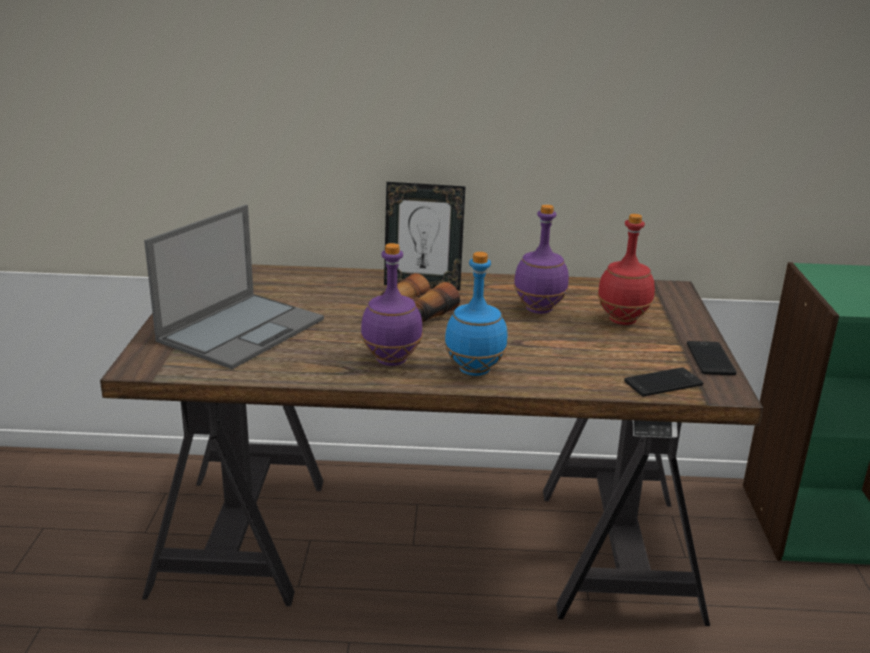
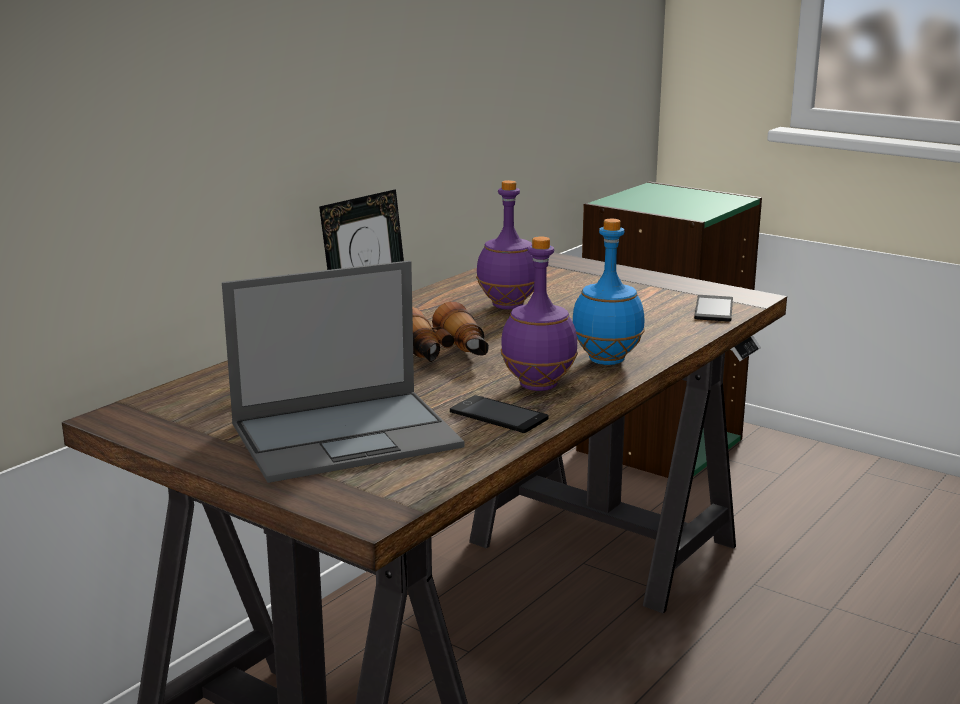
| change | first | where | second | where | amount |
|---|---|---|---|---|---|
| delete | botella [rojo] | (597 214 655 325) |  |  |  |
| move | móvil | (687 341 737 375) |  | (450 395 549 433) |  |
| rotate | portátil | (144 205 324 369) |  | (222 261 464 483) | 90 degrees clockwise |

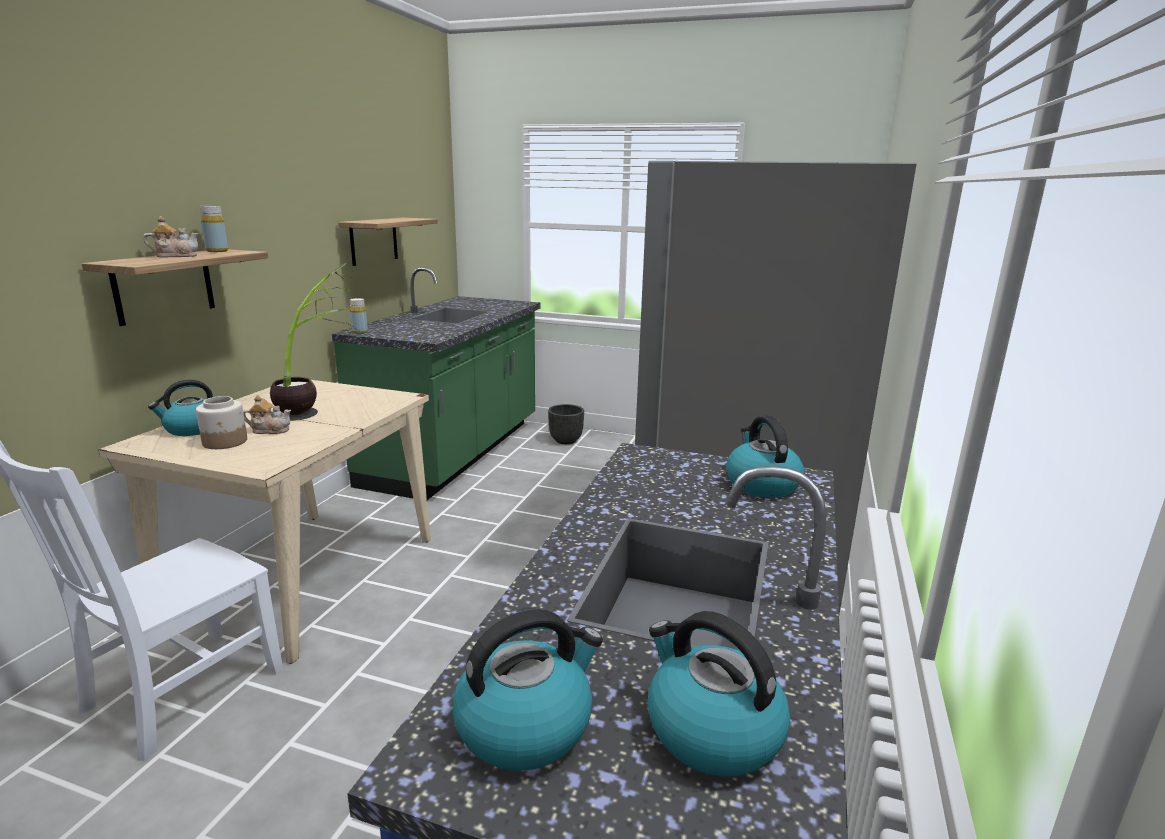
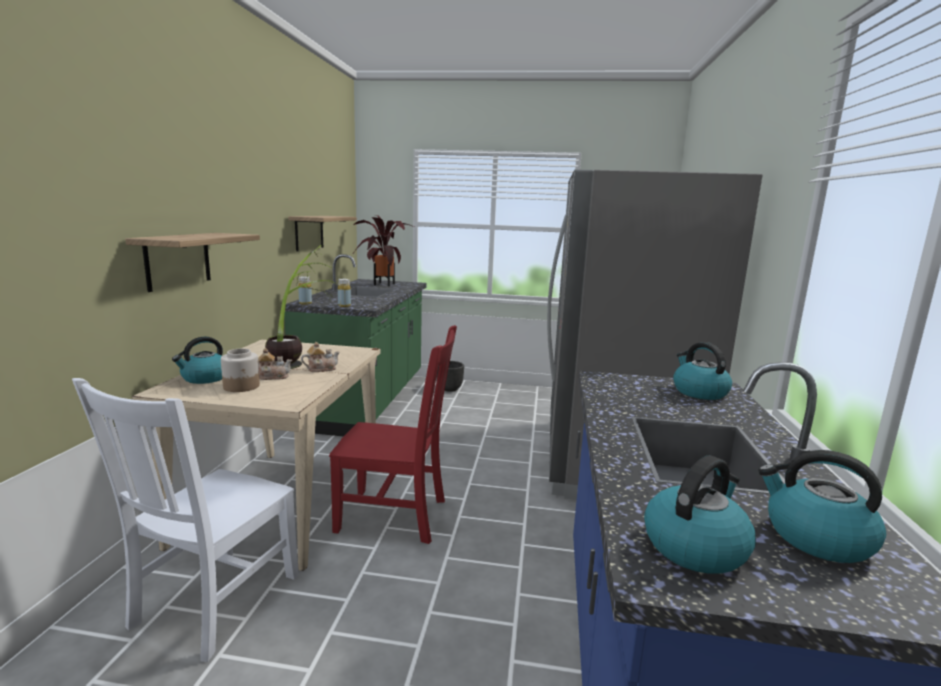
| change | first | where | second | where | amount |
|---|---|---|---|---|---|
| insert |  |  | silla [rojo] | (329 325 457 544) |  |
| insert |  |  | planta en maceta | (354 215 414 286) |  |
| move | tetera | (143 216 199 257) |  | (301 342 340 372) |  |
| move | botella [amarillo] | (200 206 228 252) |  | (338 279 351 307) |  |

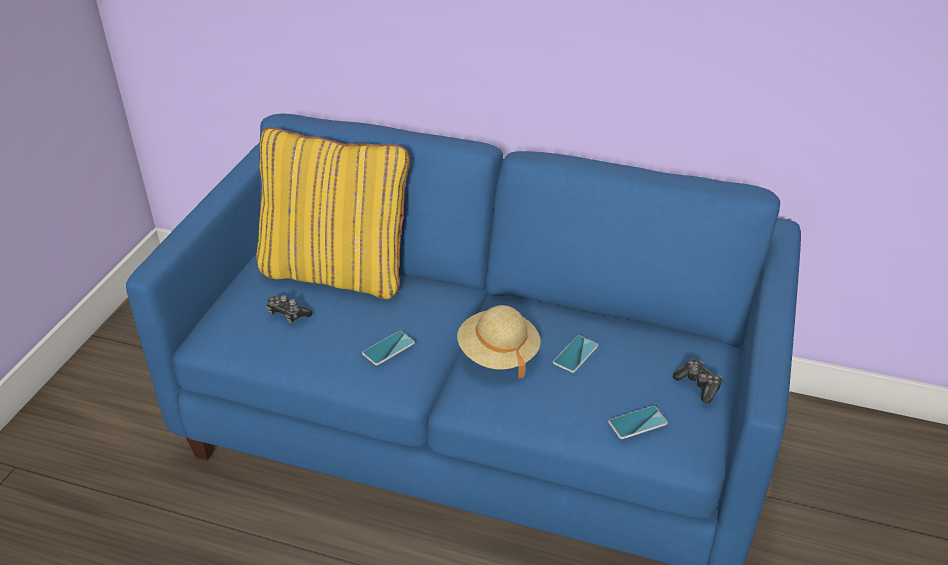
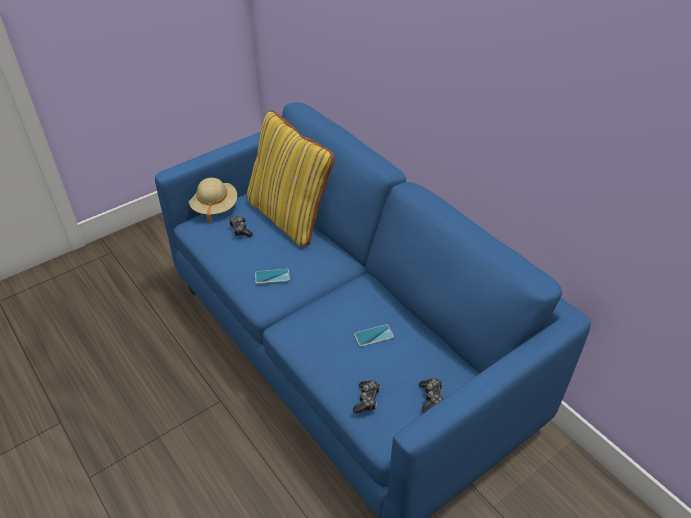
| change | first | where | second | where | amount |
|---|---|---|---|---|---|
| move | sombrero [beis] | (457 305 541 378) |  | (189 178 237 223) |  |
| replace | móvil | (608 406 668 439) | mando de consola | (353 380 381 413) |  |

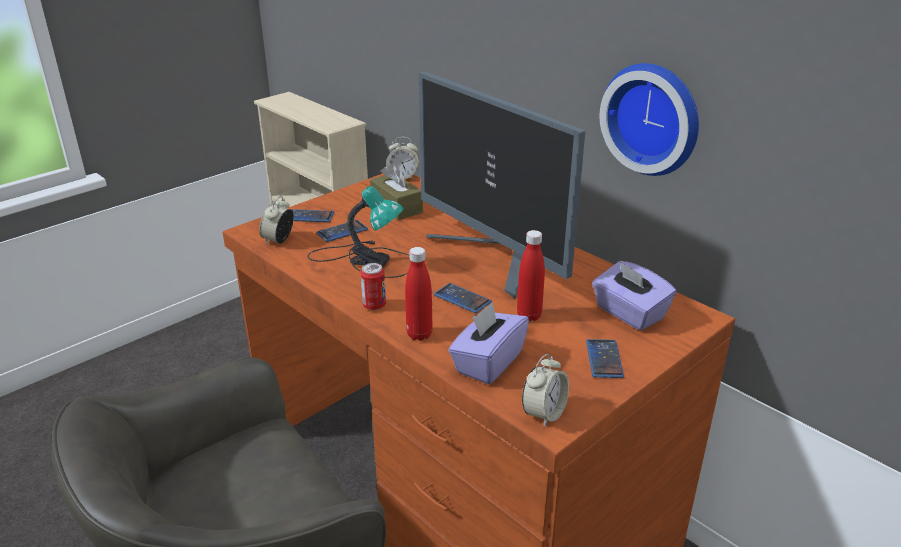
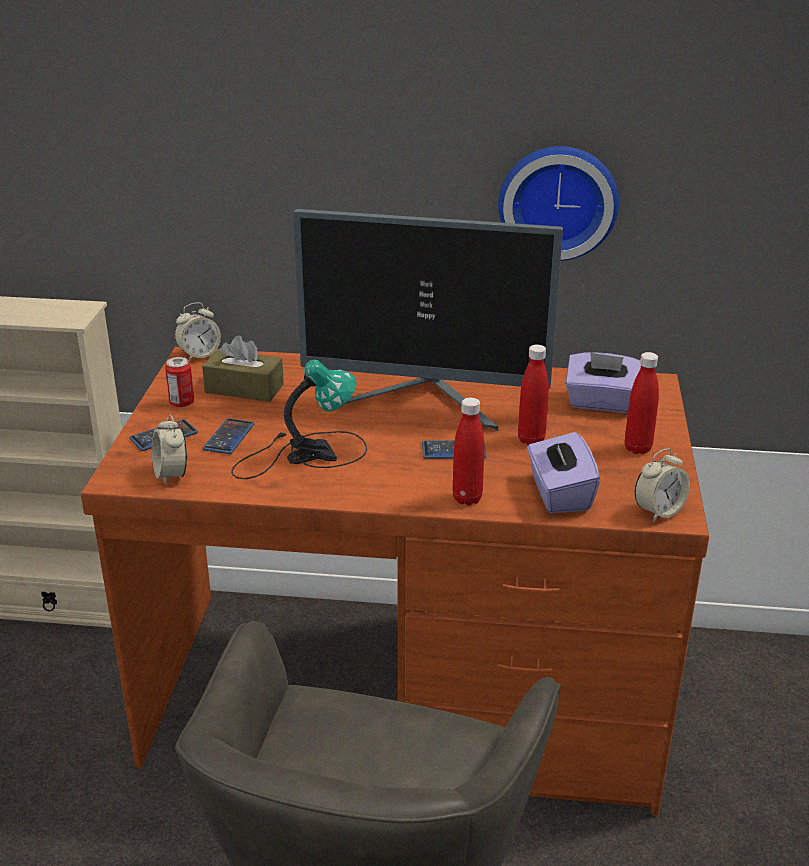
| change | first | where | second | where | amount |
|---|---|---|---|---|---|
| move | lata | (360 263 386 310) |  | (165 357 194 408) |  |
| replace | móvil | (586 339 624 378) | botella [rojo] | (625 352 659 454) |  |
| rotate | despertador | (522 354 569 427) |  | (634 448 690 522) | 60 degrees clockwise |

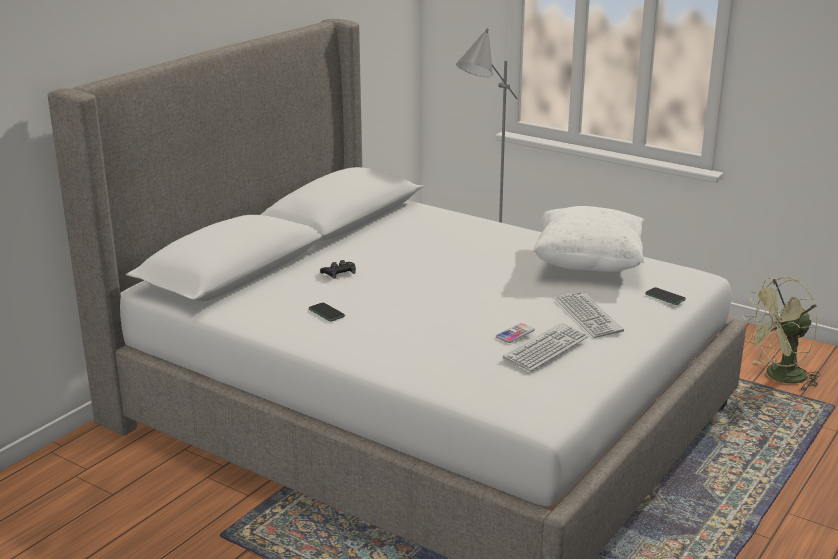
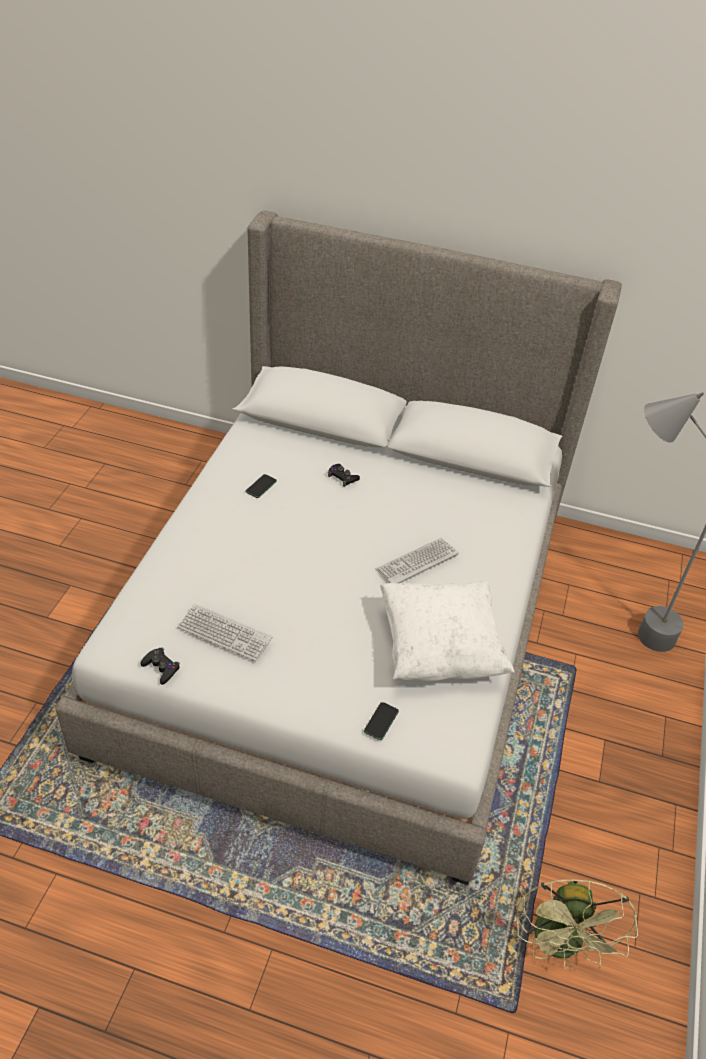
| change | first | where | second | where | amount |
|---|---|---|---|---|---|
| delete | móvil | (496 323 535 343) |  |  |  |
| insert |  |  | mando de consola [negro] | (141 648 180 685) |  |
| move | teclado | (555 291 624 338) |  | (376 538 459 583) |  |
| rotate | ventilador [verde] | (743 277 820 390) |  | (516 879 638 969) | 135 degrees counterclockwise |

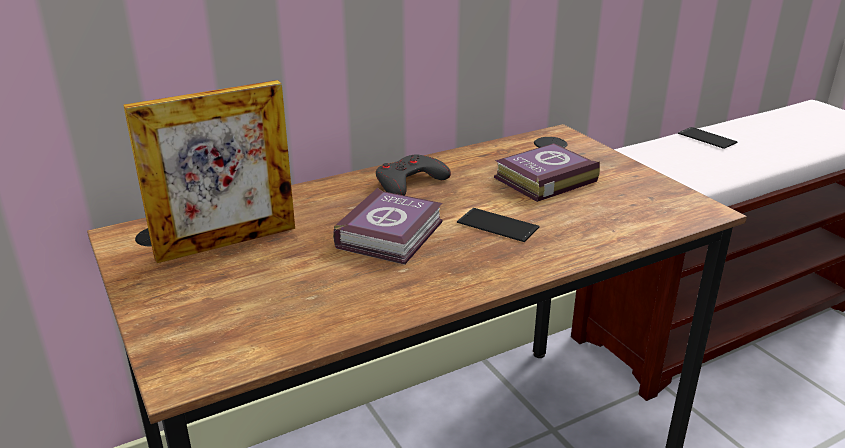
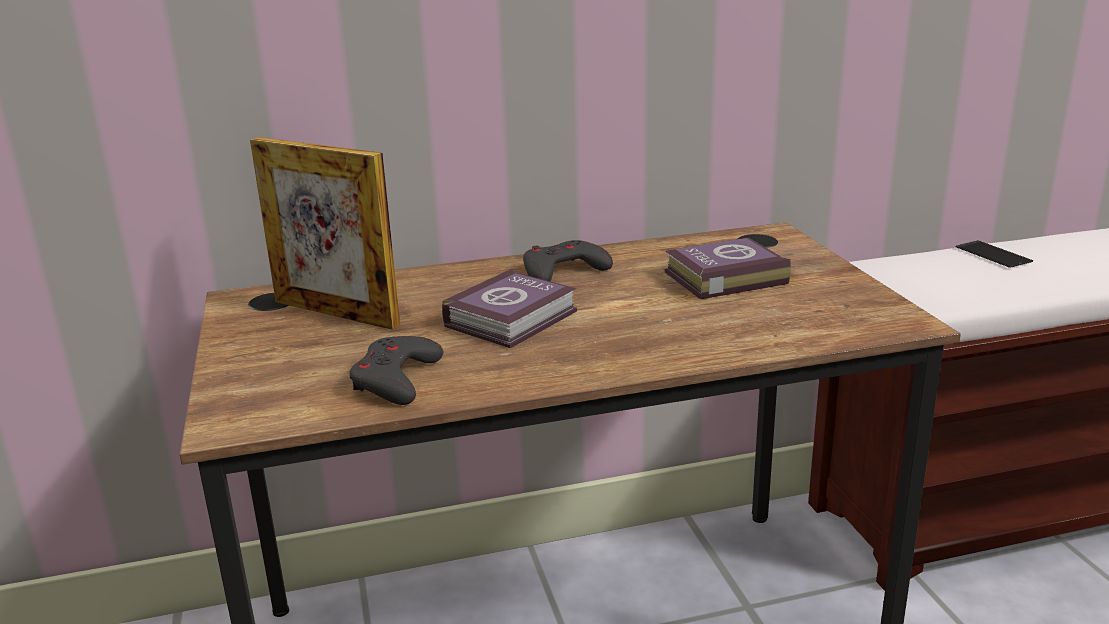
| change | first | where | second | where | amount |
|---|---|---|---|---|---|
| delete | móvil | (457 208 540 242) |  |  |  |
| insert |  |  | mando de consola [gris] | (349 336 443 405) |  |
| rotate | portarretratos | (123 80 295 263) |  | (250 137 400 330) | 45 degrees clockwise |

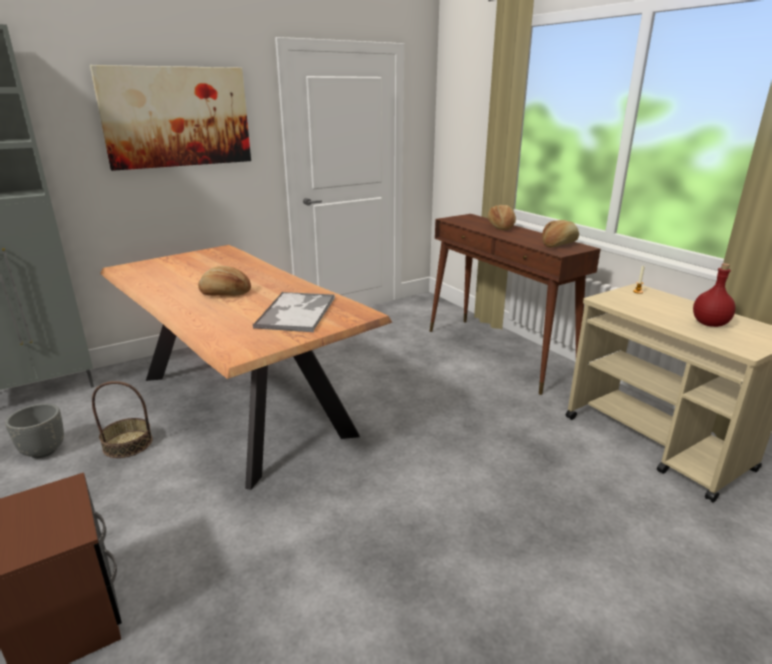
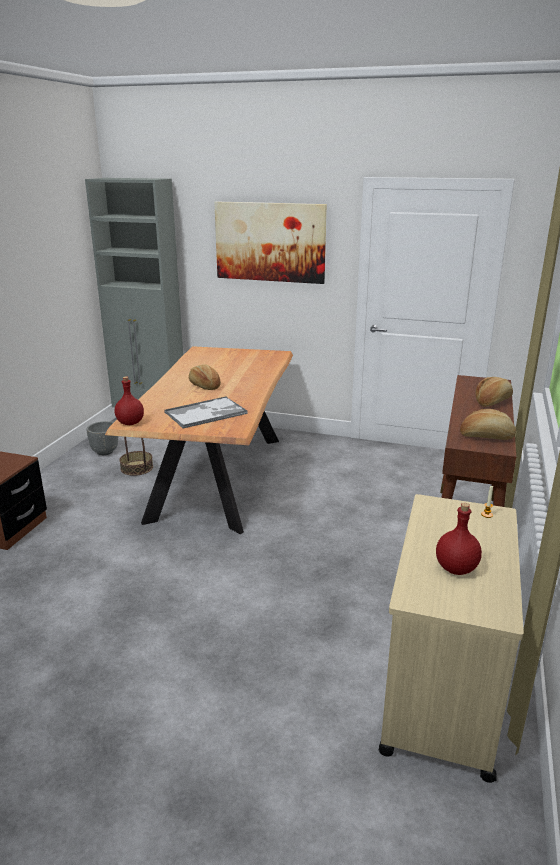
| change | first | where | second | where | amount |
|---|---|---|---|---|---|
| insert |  |  | botella [rojo] | (115 377 144 425) |  |

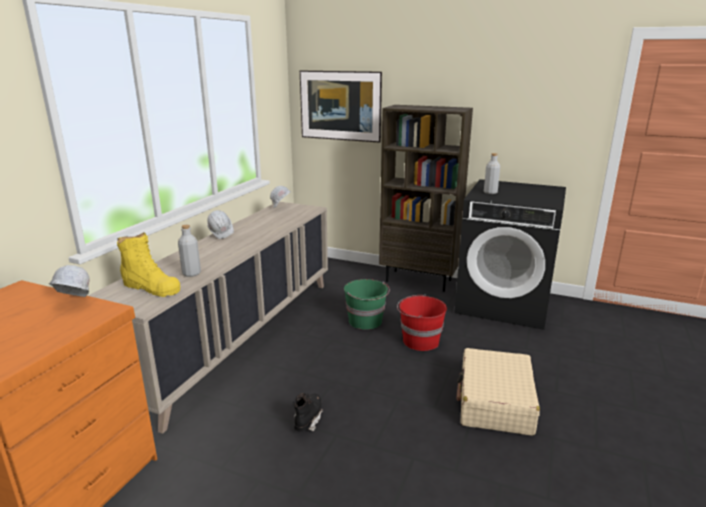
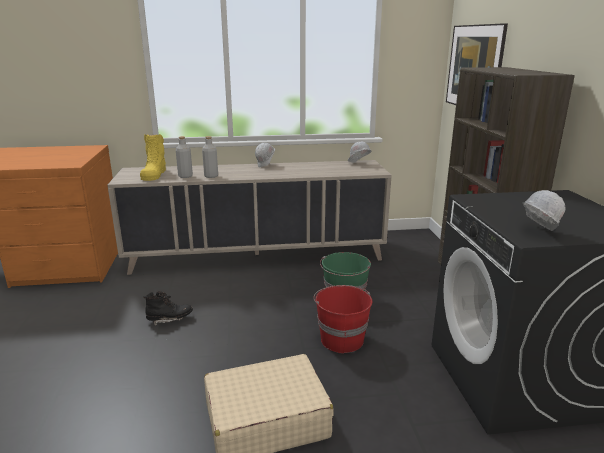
| change | first | where | second | where | amount |
|---|---|---|---|---|---|
| move | casco [blanco] | (49 265 90 297) |  | (523 190 565 231) |  |
| move | botella [gris] | (484 153 500 194) |  | (202 136 218 178) |  |

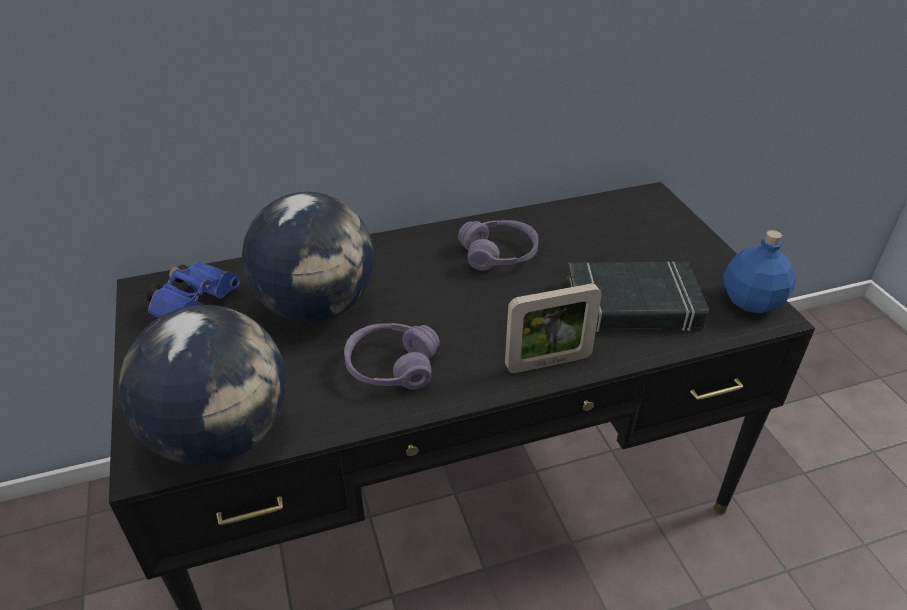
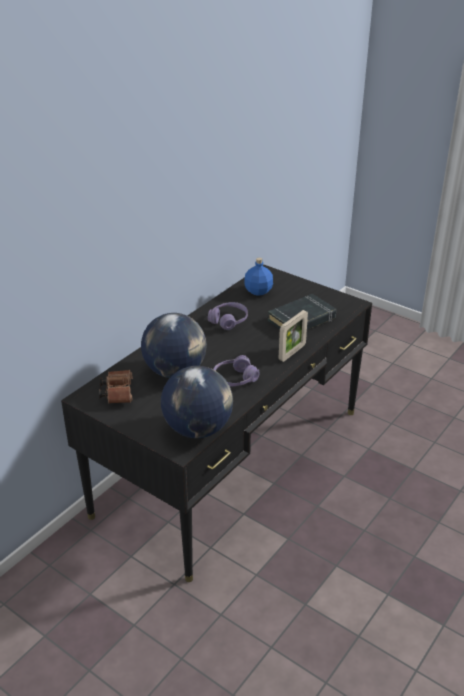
| change | first | where | second | where | amount |
|---|---|---|---|---|---|
| move | botella [azul] | (723 230 797 313) |  | (244 258 273 296) |  |
| recolor | prismáticos [azul] | (146 261 240 318) | prismáticos [marrón] | (99 370 133 403) |  |

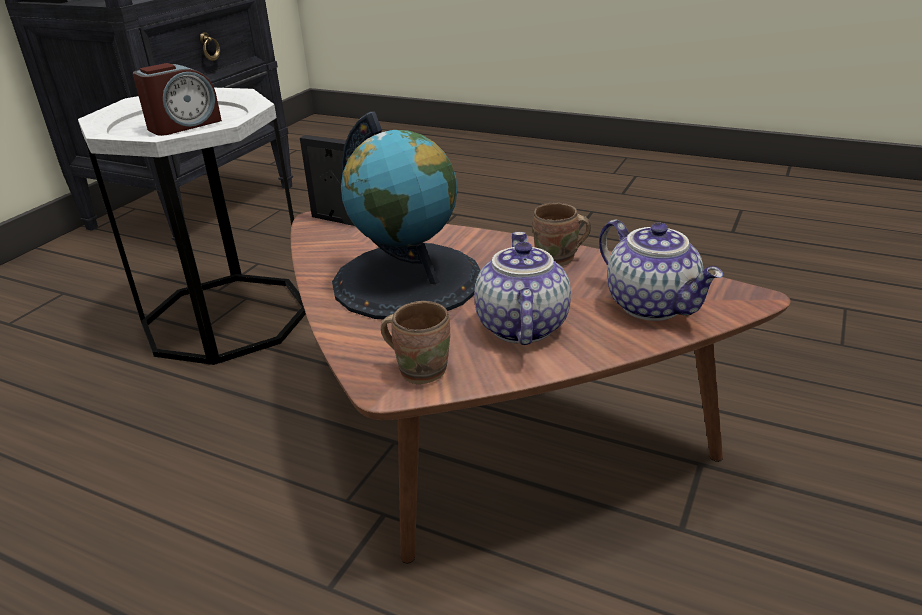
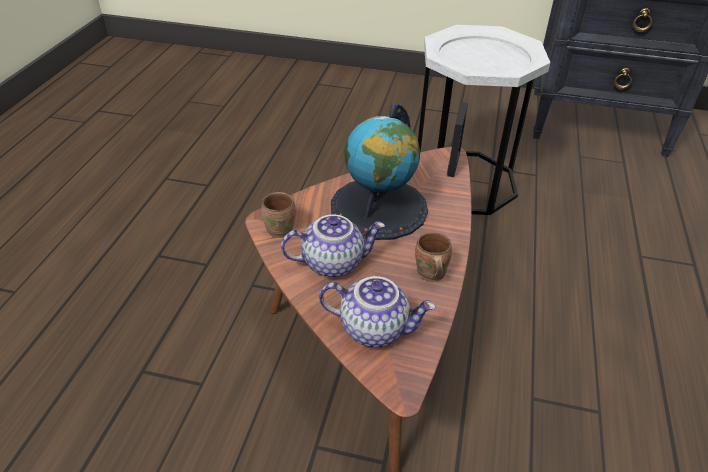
| change | first | where | second | where | amount |
|---|---|---|---|---|---|
| delete | despertador | (133 63 222 136) |  |  |  |
| rotate | tetera | (599 220 723 321) |  | (319 276 436 347) | 120 degrees counterclockwise |

